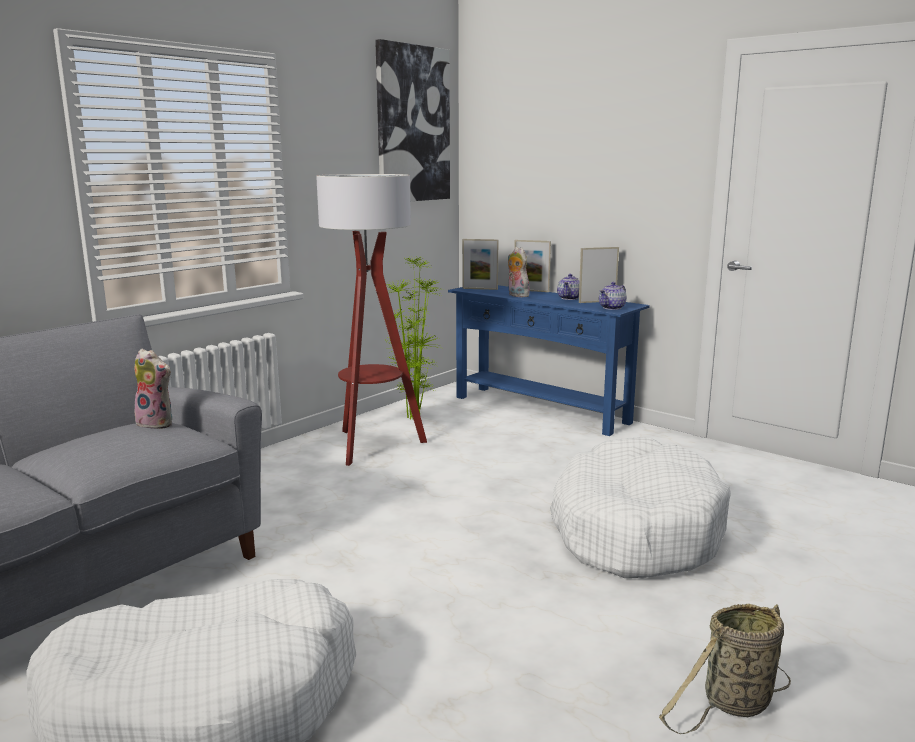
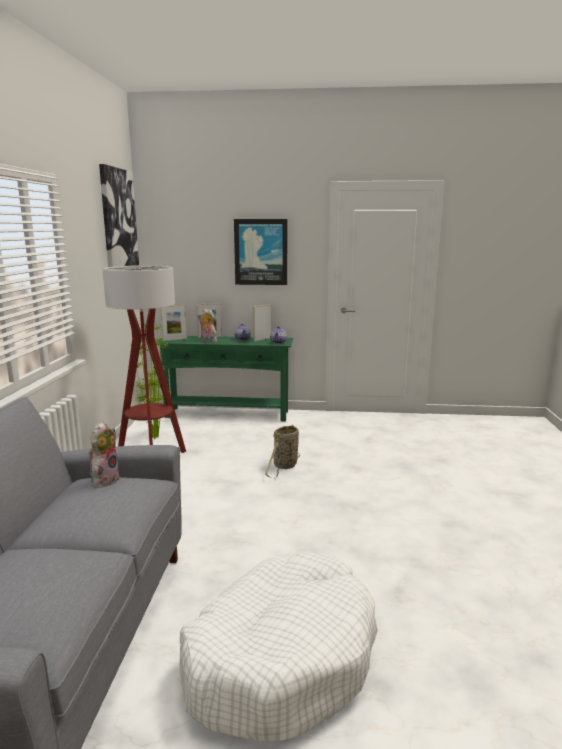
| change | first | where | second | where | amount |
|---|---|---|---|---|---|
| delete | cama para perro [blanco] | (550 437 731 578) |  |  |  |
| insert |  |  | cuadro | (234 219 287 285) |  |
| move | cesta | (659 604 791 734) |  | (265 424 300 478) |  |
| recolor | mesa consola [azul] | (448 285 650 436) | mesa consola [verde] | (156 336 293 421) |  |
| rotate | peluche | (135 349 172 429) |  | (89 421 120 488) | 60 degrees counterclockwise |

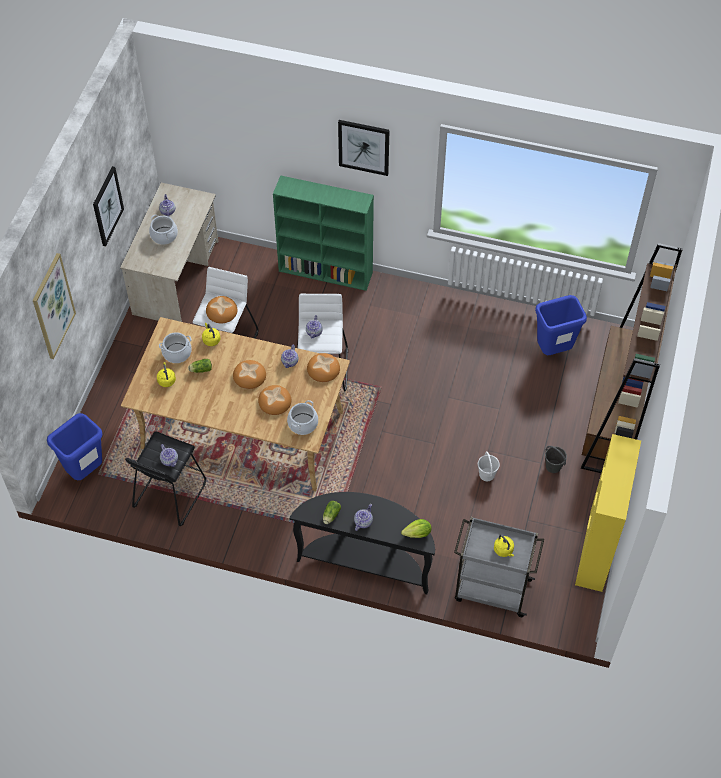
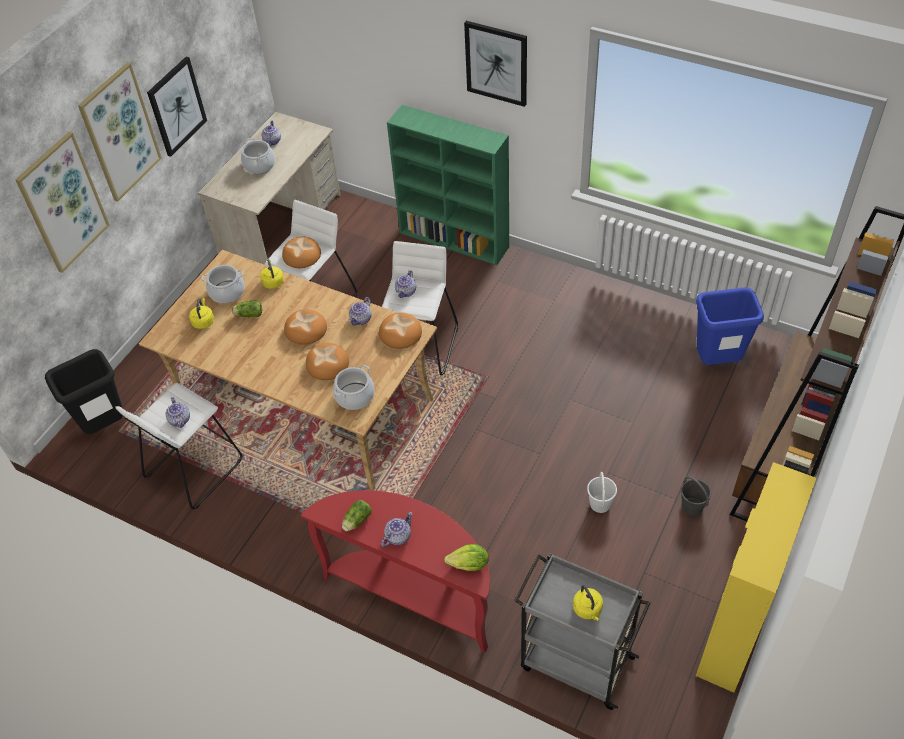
| change | first | where | second | where | amount |
|---|---|---|---|---|---|
| insert |  |  | cuadro | (78 62 162 202) |  |
| recolor | papelera [azul] | (47 413 103 480) | papelera [negro] | (45 349 123 434) |  |
| recolor | taburete [negro] | (125 431 206 526) | taburete [blanco] | (115 383 242 509) |  |
| recolor | mesa consola [negro] | (290 492 435 594) | mesa consola [rojo] | (301 490 490 653) |  |

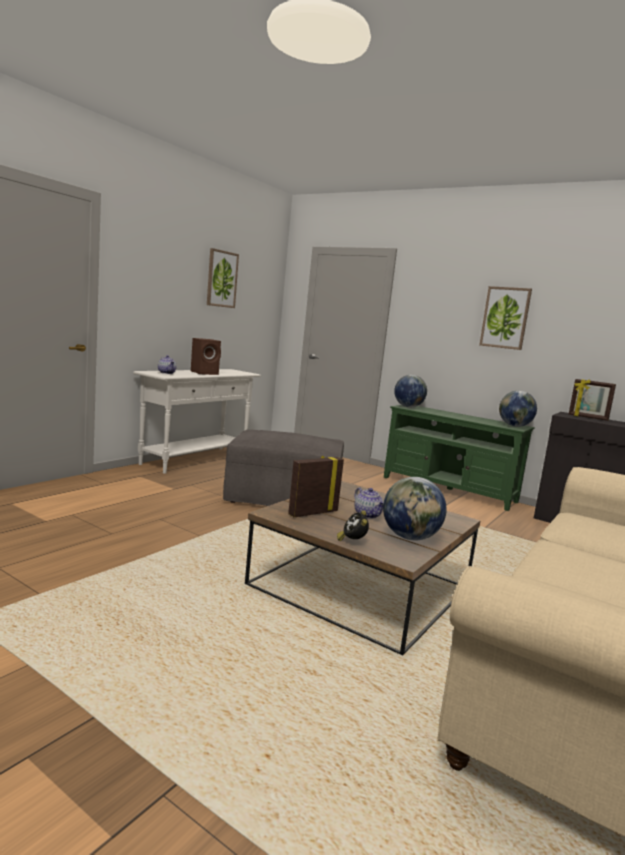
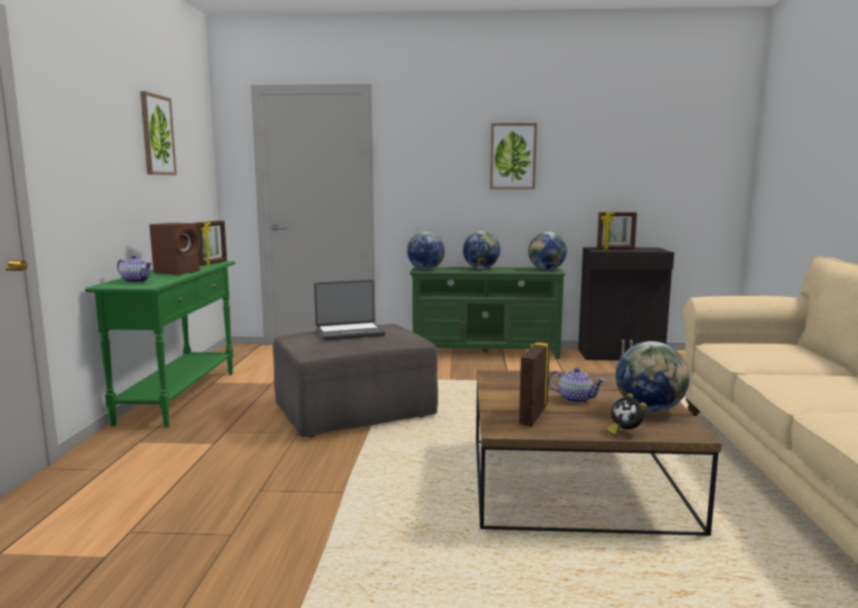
| change | first | where | second | where | amount |
|---|---|---|---|---|---|
| insert |  |  | portarretratos | (197 220 227 266) |  |
| insert |  |  | portátil | (314 280 385 341) |  |
| insert |  |  | globo terráqueo | (463 231 500 269) |  |
| recolor | mesa consola [blanco] | (133 369 261 474) | mesa consola [verde] | (85 261 235 428) |  |

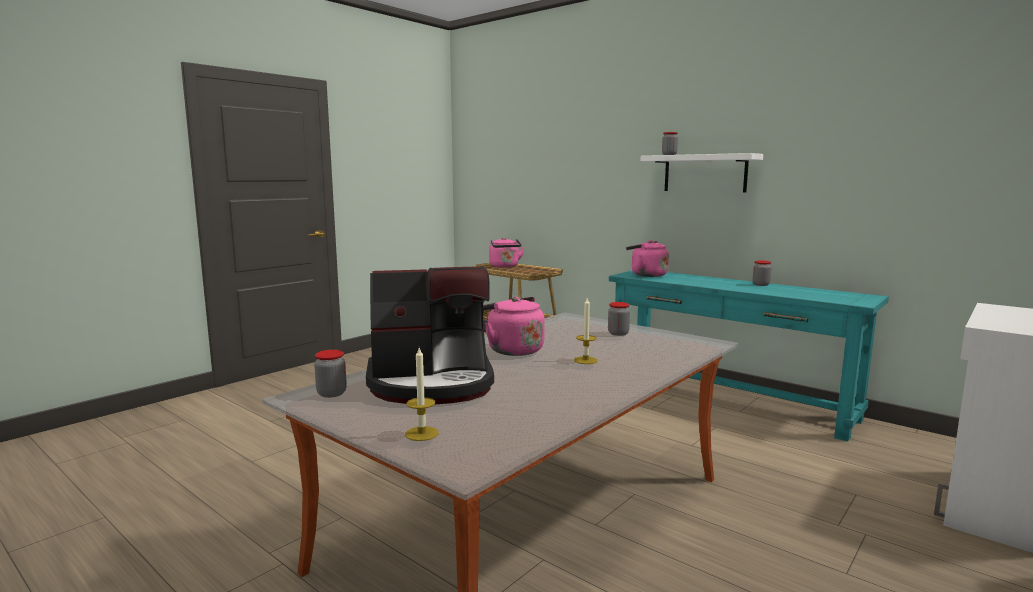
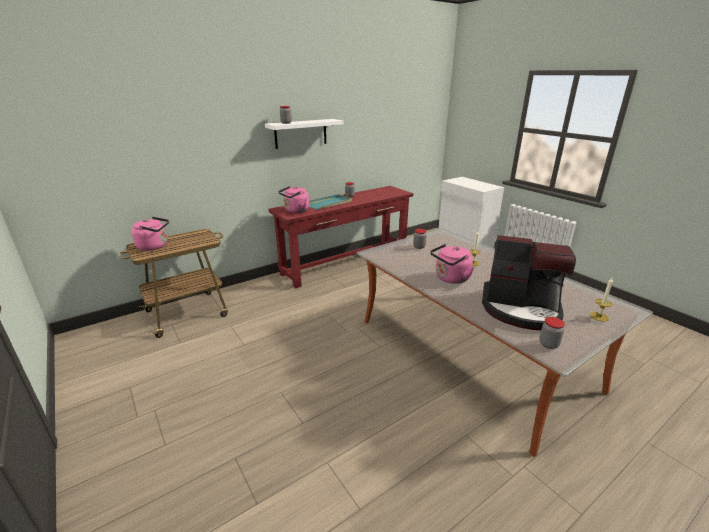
| change | first | where | second | where | amount |
|---|---|---|---|---|---|
| insert |  |  | bandeja [turquesa] | (309 194 352 210) |  |
| recolor | mesa consola [turquesa] | (609 270 889 442) | mesa consola [rojo] | (268 186 413 288) |  |
| rotate | cafetera | (366 266 494 404) |  | (482 235 576 330) | 105 degrees clockwise |

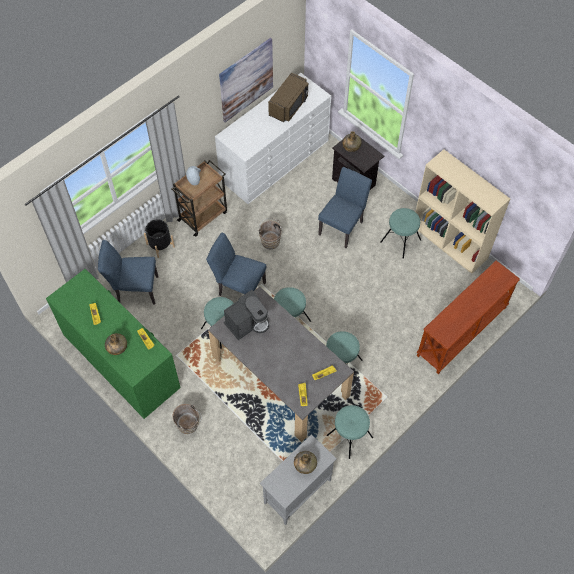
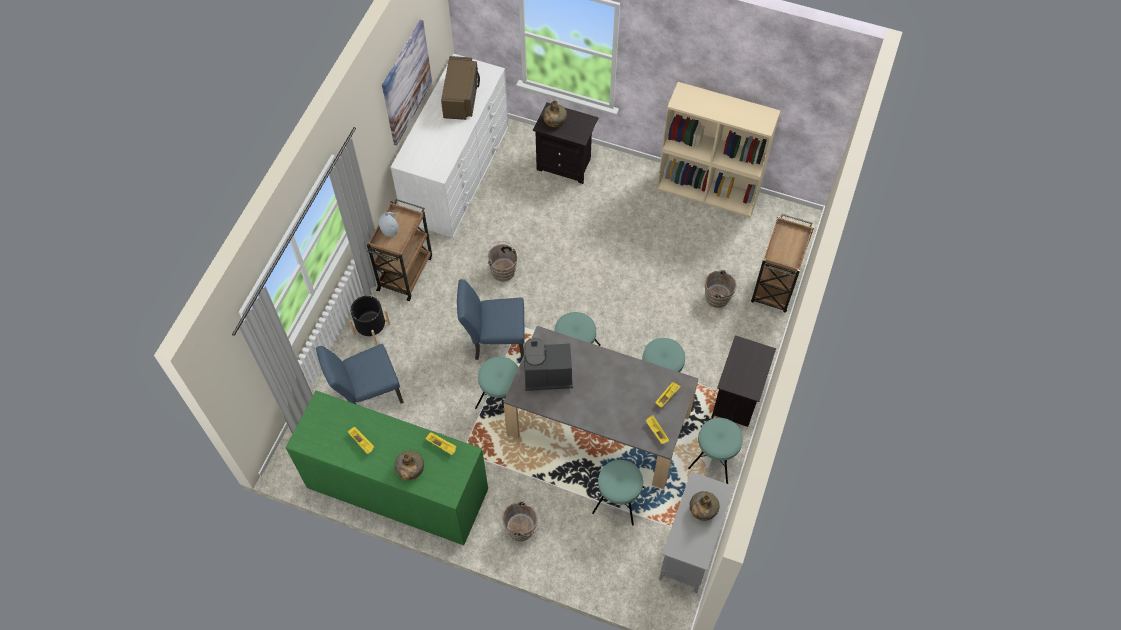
| change | first | where | second | where | amount |
|---|---|---|---|---|---|
| delete | silla [azul] | (318 167 372 248) |  |  |  |
| insert |  |  | cubo [marrón] | (705 270 740 308) |  |
| insert |  |  | mesita de noche [negro] | (711 335 776 427) |  |
| move | taburete [turquesa] | (380 208 421 259) |  | (592 460 644 526) |  |
| replace | mesa consola [marrón] | (417 260 520 374) | carrito [marrón] | (751 214 814 313) |  |
| rotate | cafetera | (224 290 269 340) |  | (524 338 573 391) | 120 degrees counterclockwise |

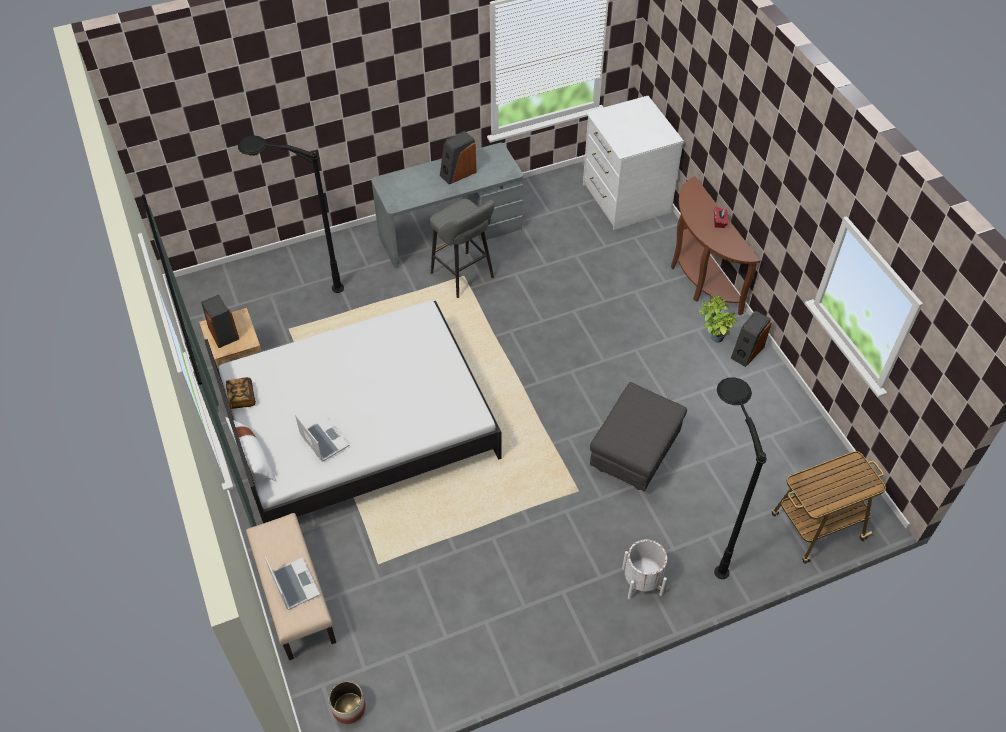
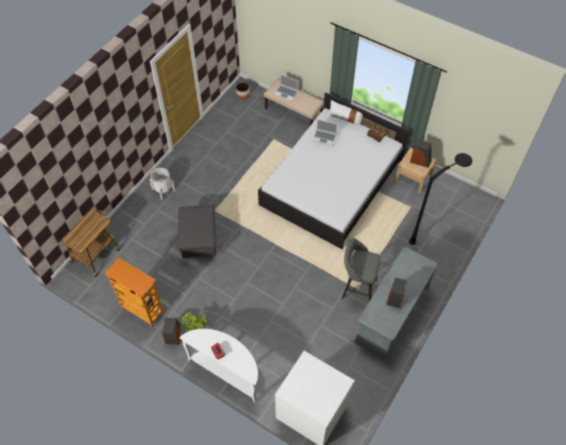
| change | first | where | second | where | amount |
|---|---|---|---|---|---|
| delete | lámpara de pie [negro] | (714 377 767 579) |  |  |  |
| insert |  |  | estantería | (104 257 164 328) |  |
| recolor | mesa consola [marrón] | (671 176 761 315) | mesa consola [blanco] | (180 329 258 403) |  |

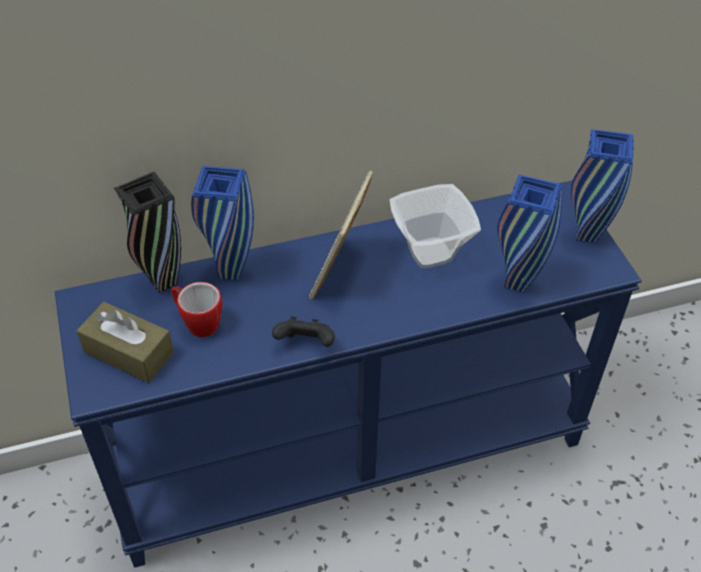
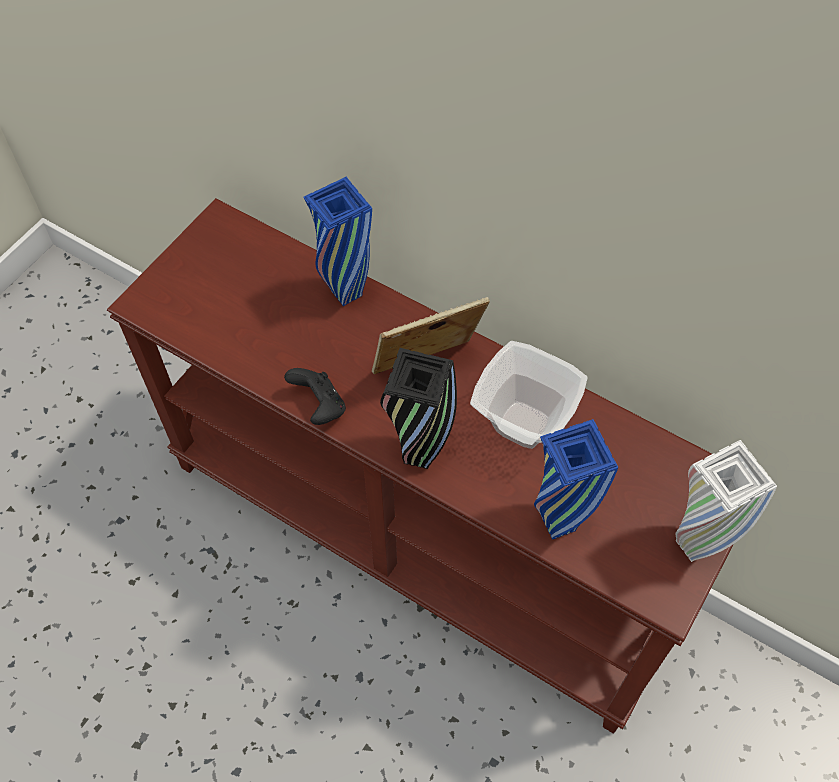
| change | first | where | second | where | amount |
|---|---|---|---|---|---|
| delete | caja de pañuelos [marrón] | (77 302 174 383) |  |  |  |
| delete | taza grande | (171 282 222 337) |  |  |  |
| move | florero [negro] | (114 172 181 293) |  | (380 348 457 469) |  |
| recolor | mesa consola [azul] | (55 180 642 568) | mesa consola [marrón] | (107 198 734 734) |  |
| recolor | florero [azul] | (571 129 634 243) | florero [blanco] | (675 440 777 562) |  |

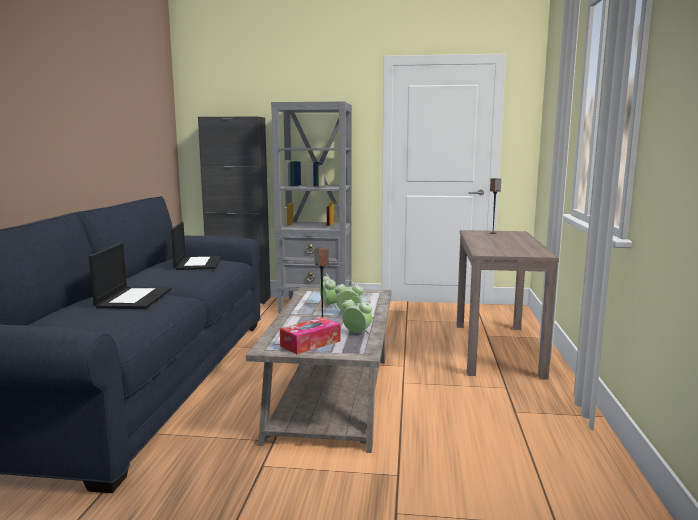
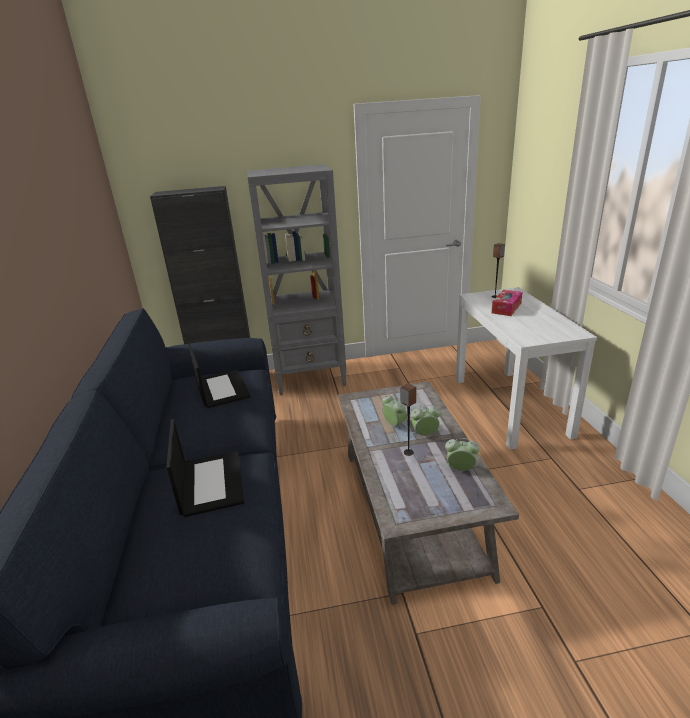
| change | first | where | second | where | amount |
|---|---|---|---|---|---|
| move | caja de pañuelos | (280 317 341 354) |  | (492 290 522 316) |  |
| recolor | mesa consola [marrón] | (457 230 559 380) | mesa consola [blanco] | (456 287 597 449) |  |

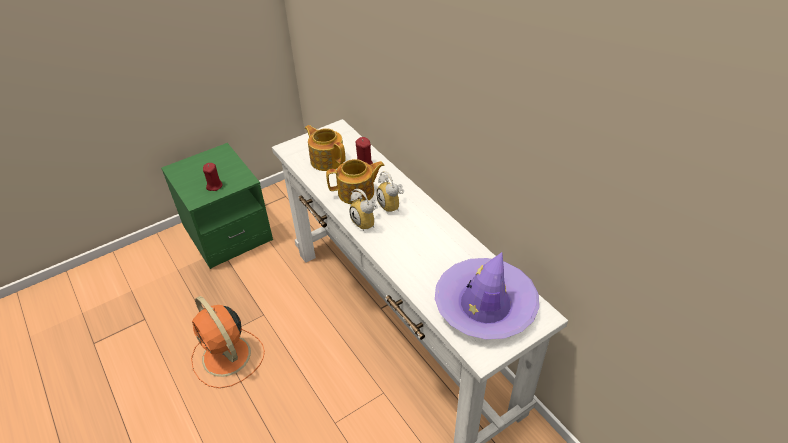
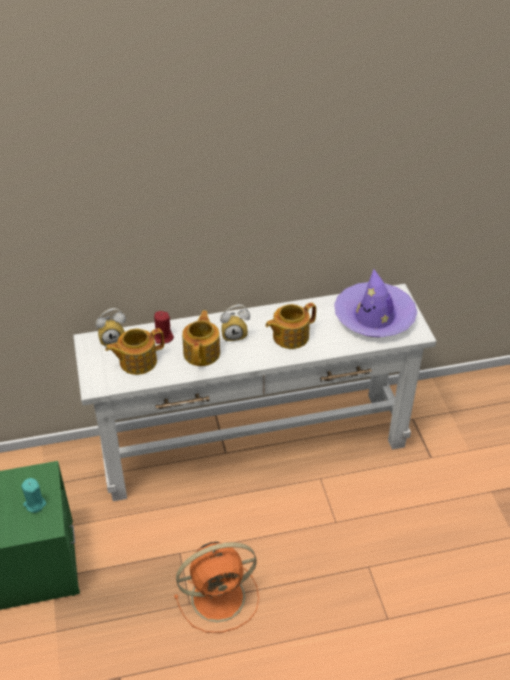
| change | first | where | second | where | amount |
|---|---|---|---|---|---|
| insert |  |  | tetera | (265 303 316 349) |  |
| move | despertador | (349 189 378 231) |  | (96 308 126 346) |  |
| recolor | vela [rojo] | (203 163 223 191) | vela [turquesa] | (21 478 46 513) |  |

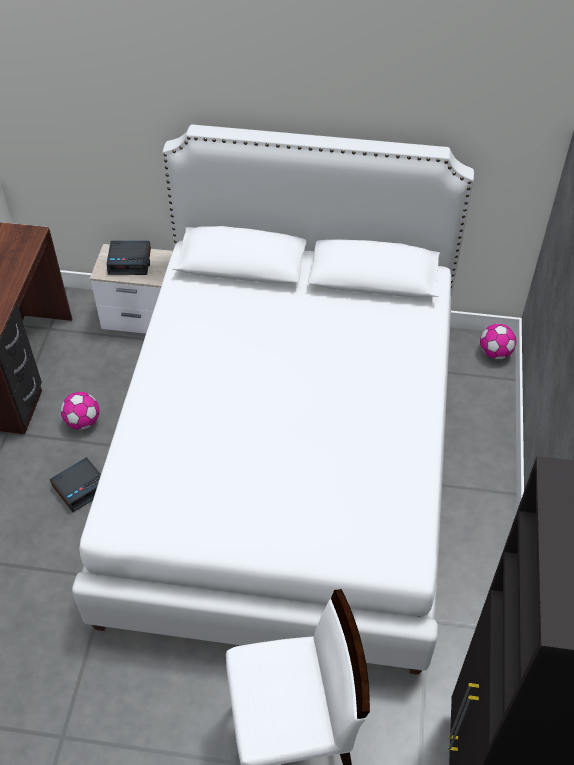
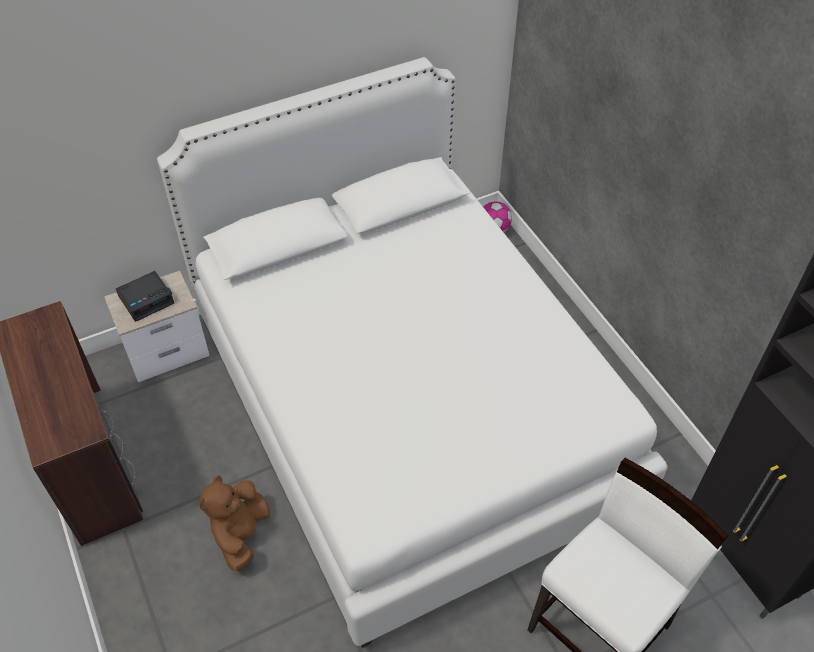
| change | first | where | second | where | amount |
|---|---|---|---|---|---|
| delete | balón de fútbol | (61 392 99 430) |  |  |  |
| replace | despertador | (50 457 101 512) | peluche [marrón] | (199 475 270 571) |  |

